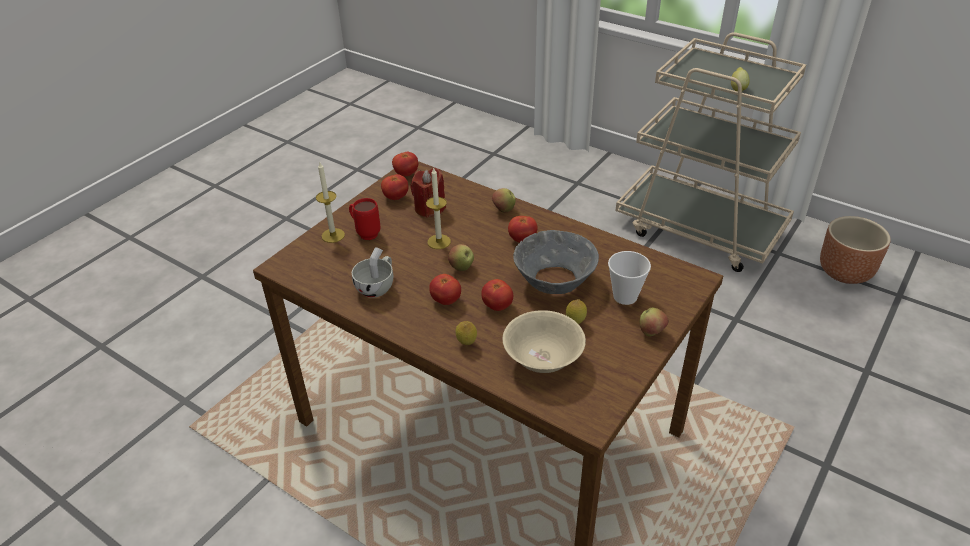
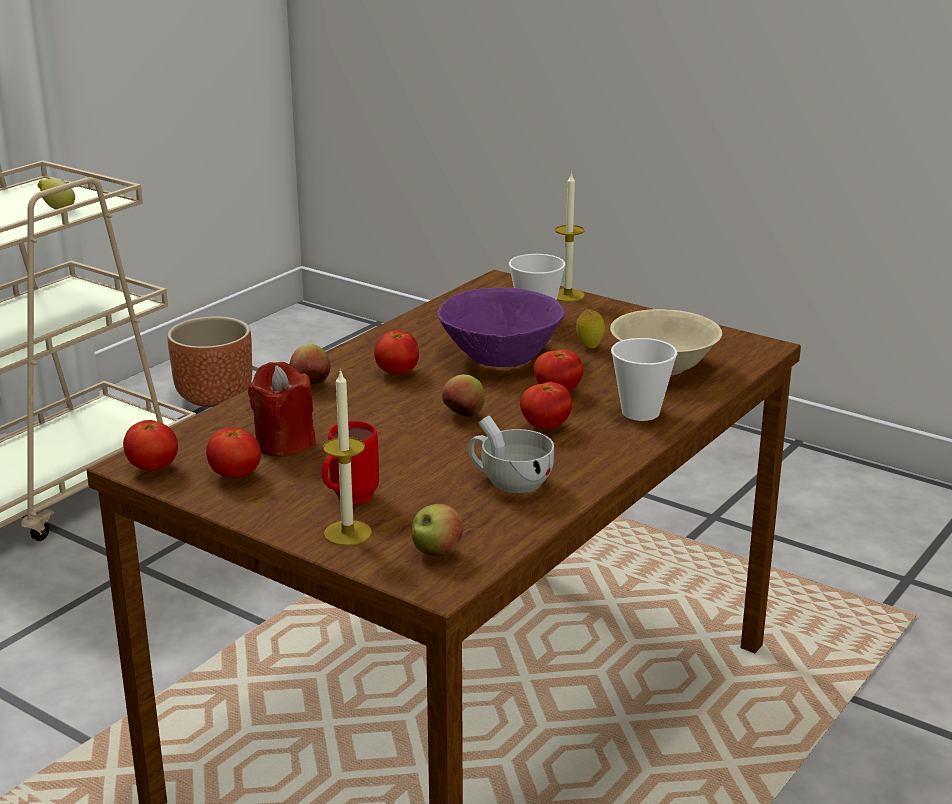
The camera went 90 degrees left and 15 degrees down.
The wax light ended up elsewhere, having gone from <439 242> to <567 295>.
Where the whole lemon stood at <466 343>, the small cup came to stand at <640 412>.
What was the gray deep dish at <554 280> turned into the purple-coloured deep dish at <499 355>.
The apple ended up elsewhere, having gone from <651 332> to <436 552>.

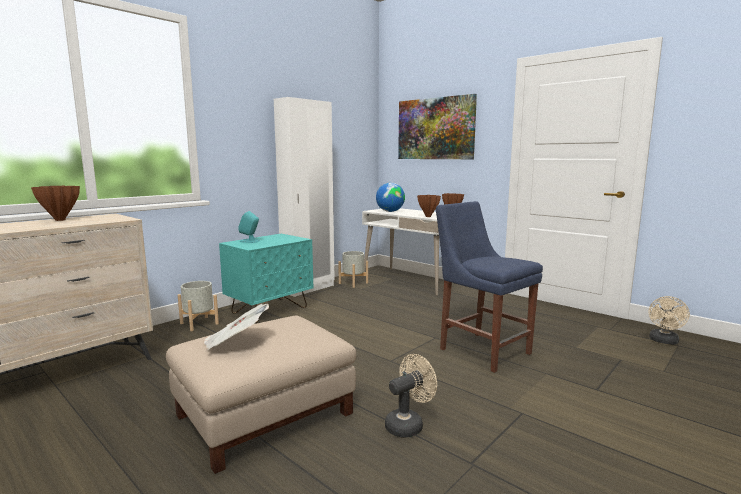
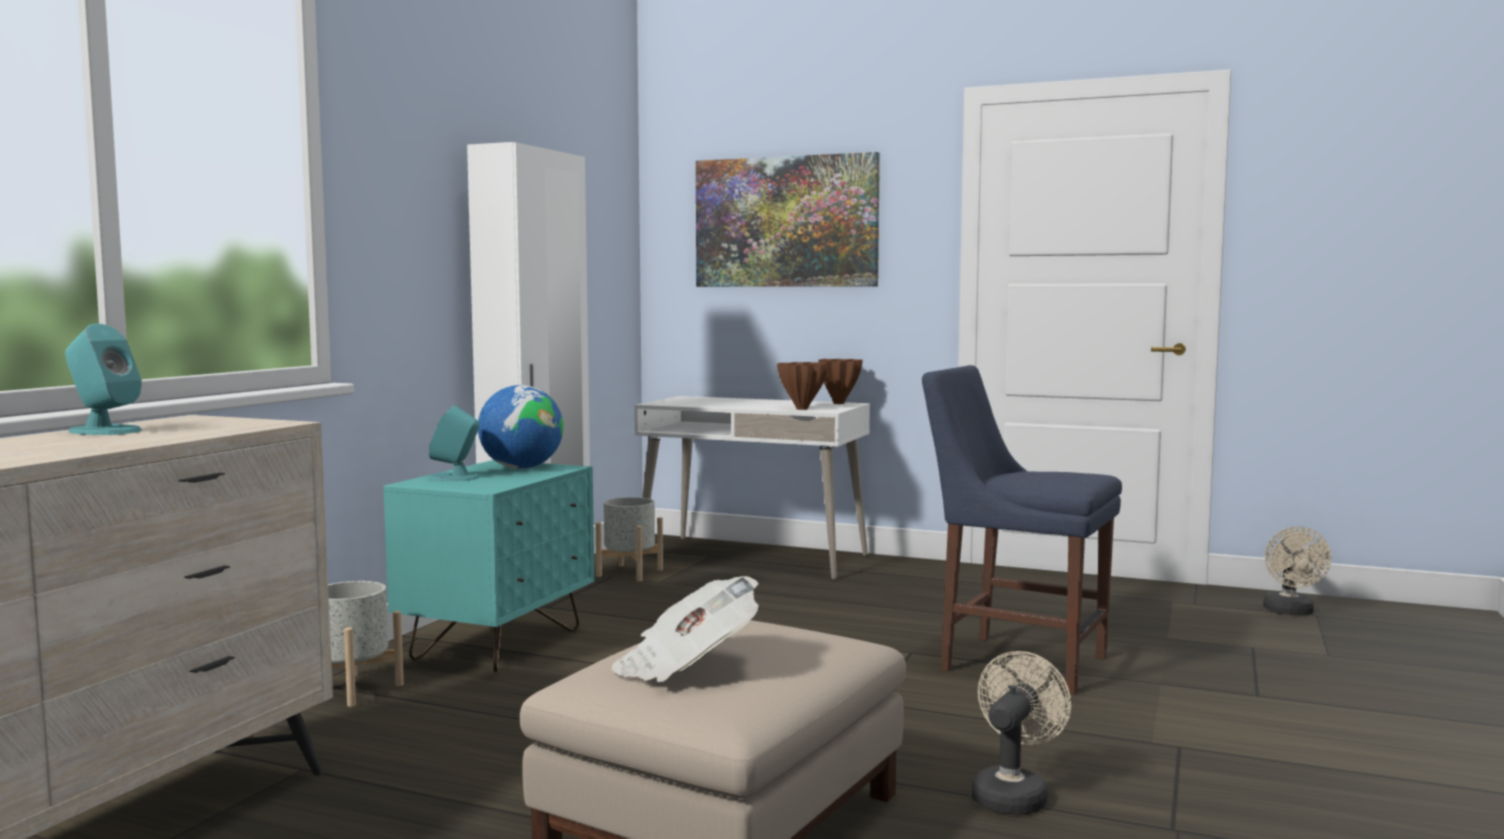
The camera went 20 degrees left and 5 degrees down.
Where the brown decorative vase stood at <59 220>, the blue-green audio speaker came to stand at <104 431>.
The globe ended up elsewhere, having gone from <390 211> to <521 468>.

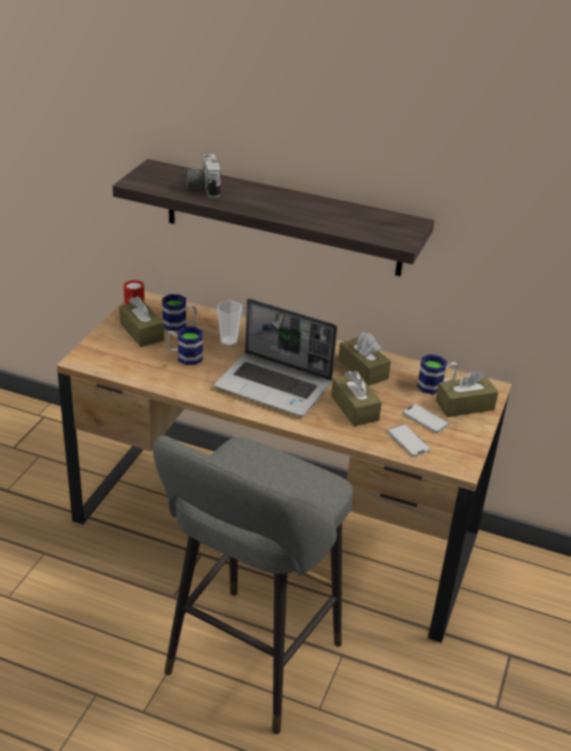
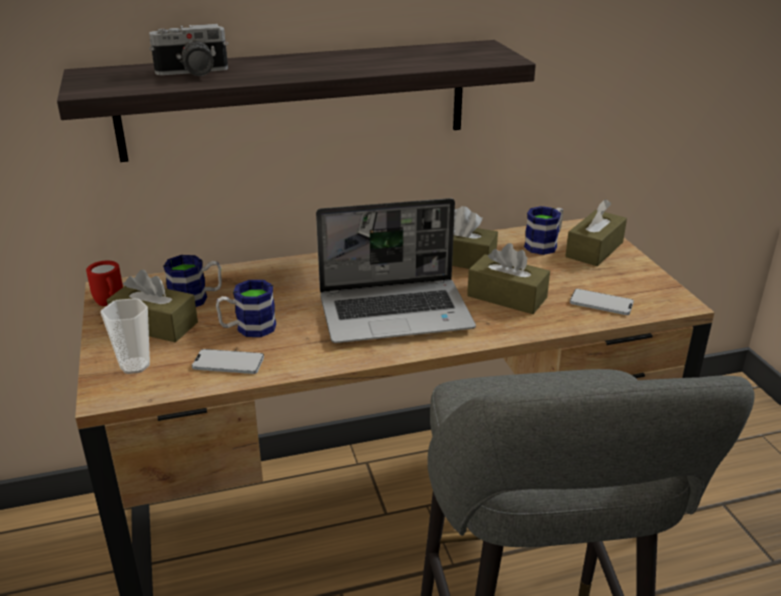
The camera went 35 degrees left and 5 degrees down.
The still camera at <202 187> ended up facing another way, 60 degrees counterclockwise from before.
The small cup ended up elsewhere, having gone from <229 341> to <135 366>.
The telephone ended up elsewhere, having gone from <425 419> to <228 363>.

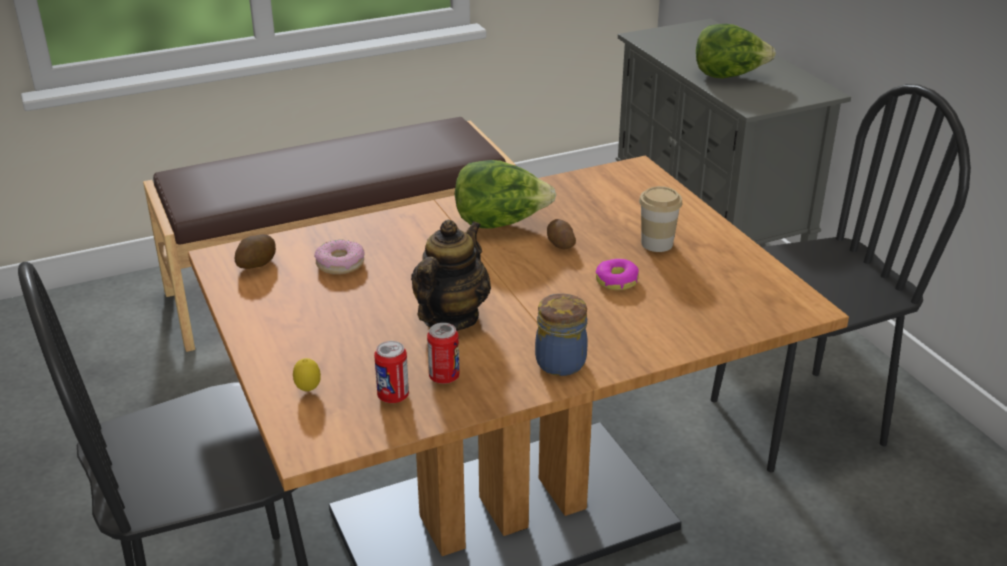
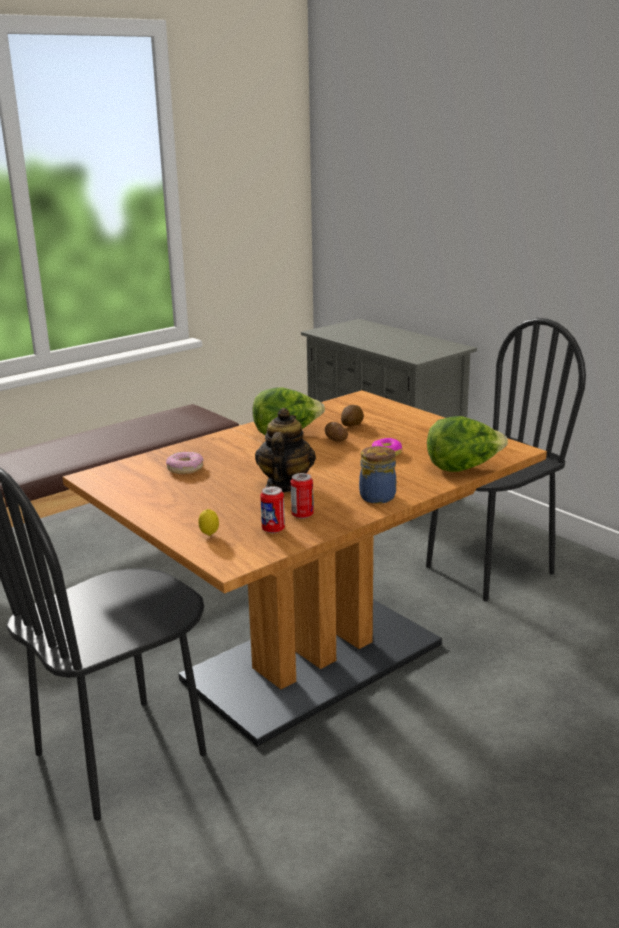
The camera went 15 degrees left and 10 degrees down.
The whole potato ended up elsewhere, having gone from <256 265> to <352 425>.
The second view lost the small cup at <657 243>.
The lettuce ended up elsewhere, having gone from <729 76> to <463 468>.

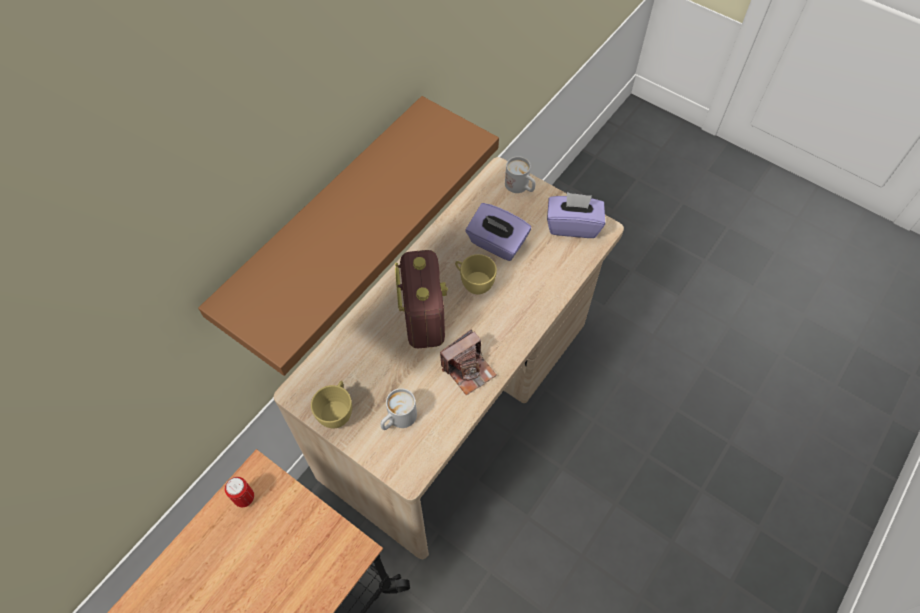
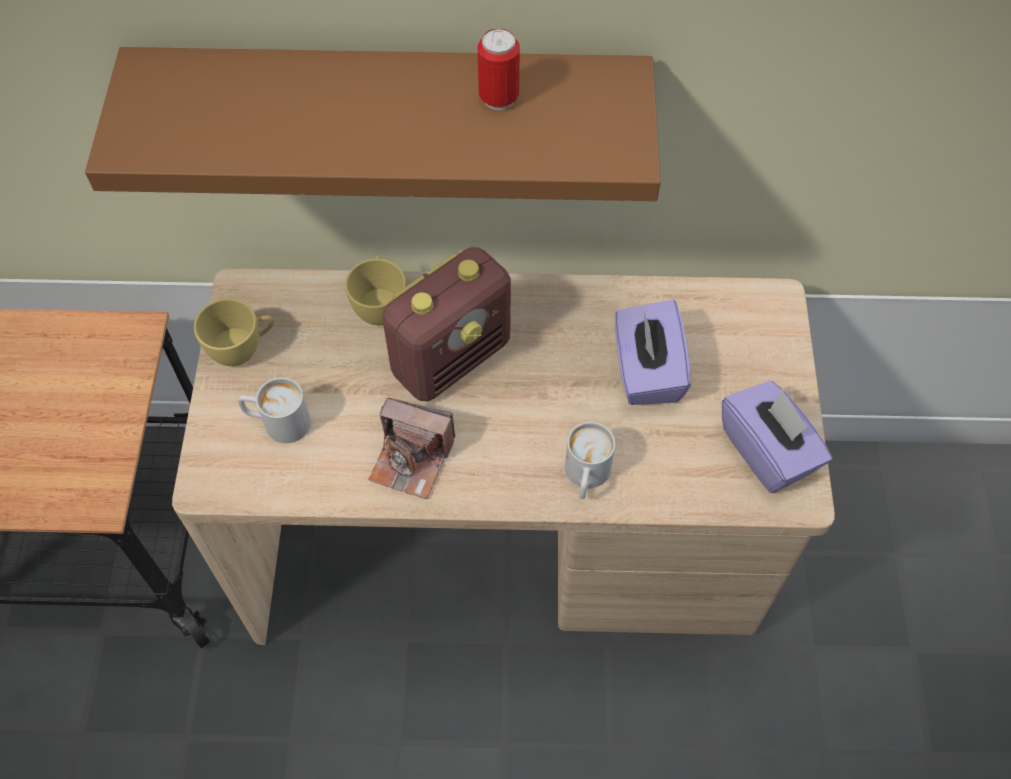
The camera went 55 degrees right and 0 degrees up.
The metal can ended up elsewhere, having gone from <244 498> to <499 98>.
The yellow-coloured small cup ended up elsewhere, having gone from <473 283> to <380 305>.
The white coffee mug ended up elsewhere, having gone from <520 187> to <586 477>.

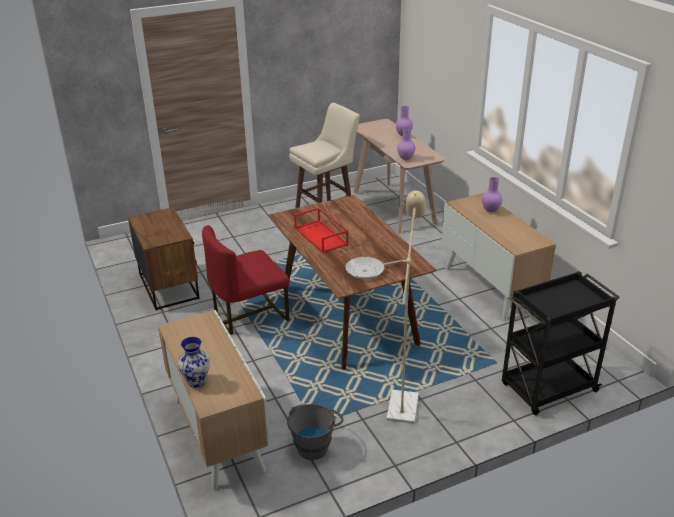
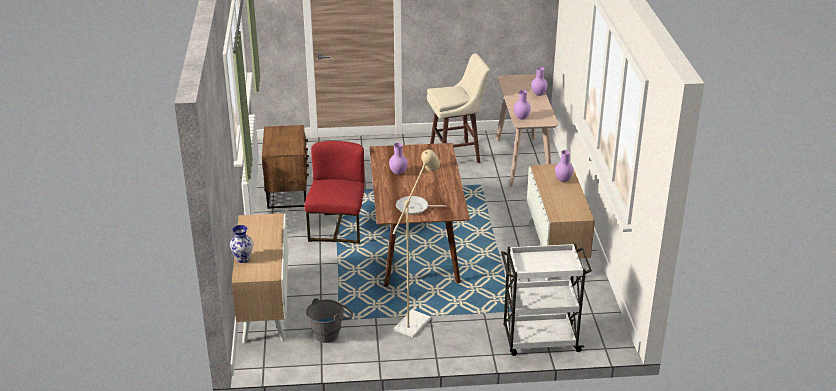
The camera went 20 degrees right and 0 degrees up.
The red-coloured plain chair at <249 314> ended up facing another way, 105 degrees clockwise from before.
Where the red-coloured tray stood at <321 236>, the purple-coloured decorative vase came to stand at <398 173>.
What was the black trolley at <547 389> turned into the white trolley at <539 340>.

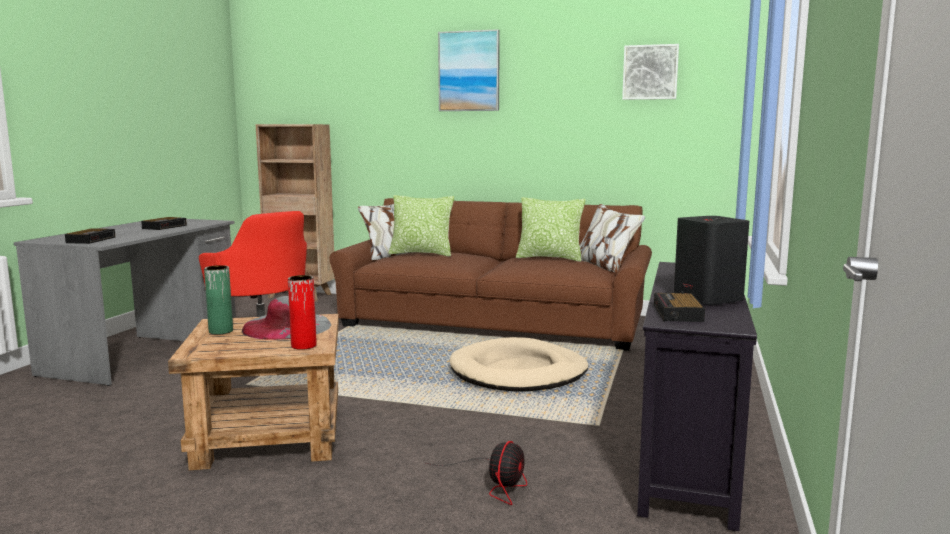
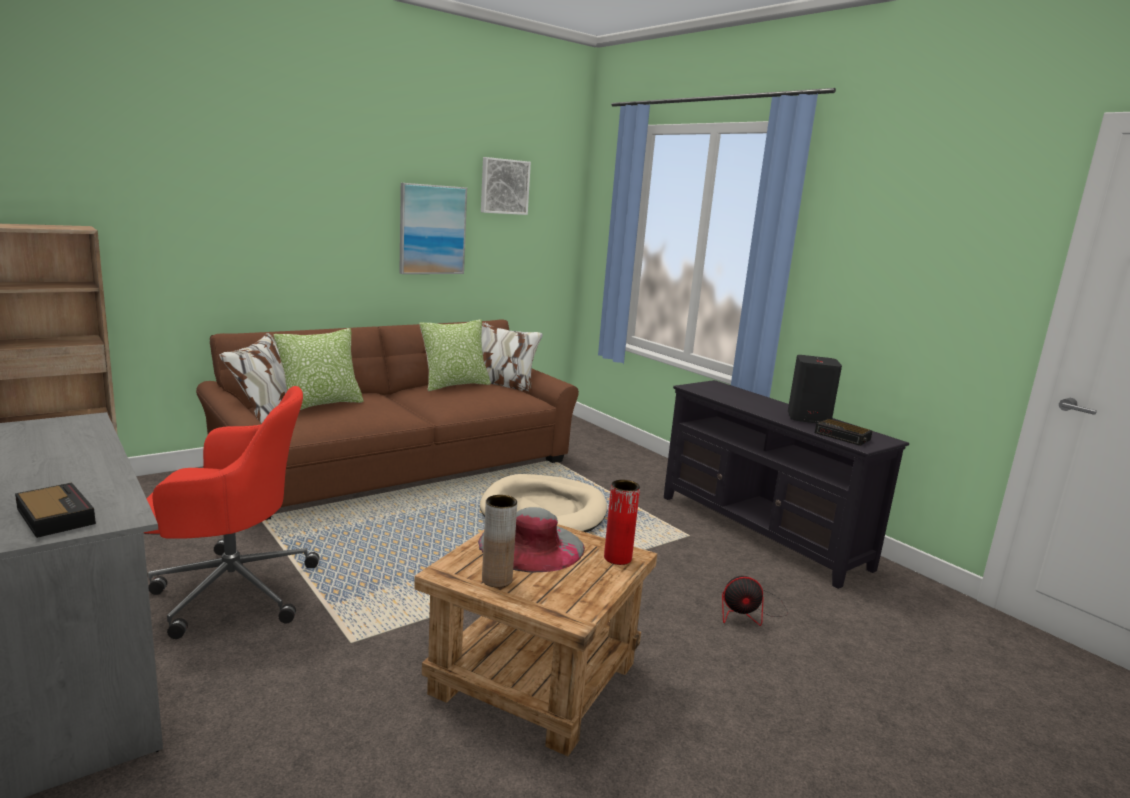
The camera went 55 degrees left and 5 degrees up.
The second view lost the alarm clock at <165 227>.
What was the green-coloured decorative vase at <221 331> turned into the brown decorative vase at <497 579>.
The electric fan at <496 483> ended up facing another way, 120 degrees clockwise from before.
The wall picture ended up elsewhere, having gone from <469 71> to <432 229>.

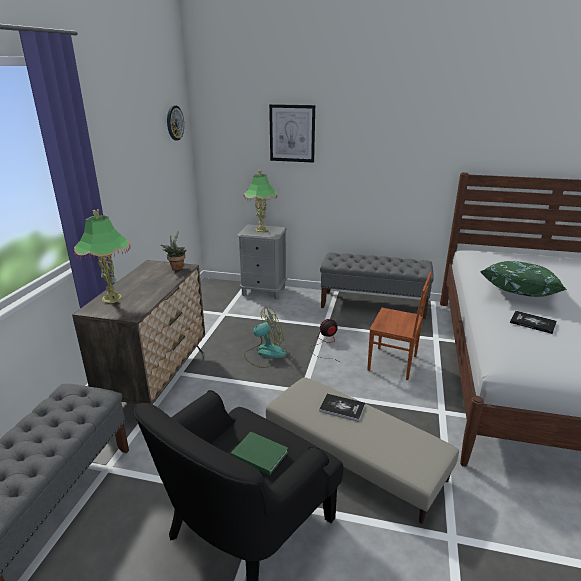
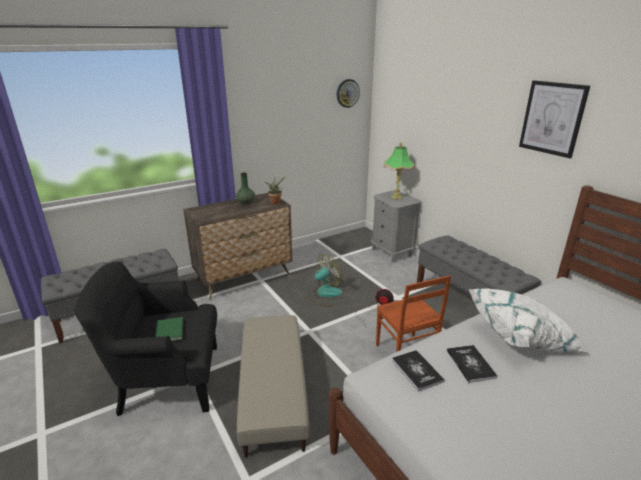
The camera went 45 degrees right and 0 degrees up.
The second view lost the lamp for a table at <111 298>.
The electric fan at <264 353> ended up facing another way, 60 degrees counterclockwise from before.
The wall picture ended up elsewhere, having gone from <292 133> to <552 118>.
The bound book ended up elsewhere, having gone from <342 408> to <417 371>.
What was the green-coloured throw pillow at <519 293> turned into the white throw pillow at <522 336>.
The second view gained the green-coloured decorative vase at <246 202>.

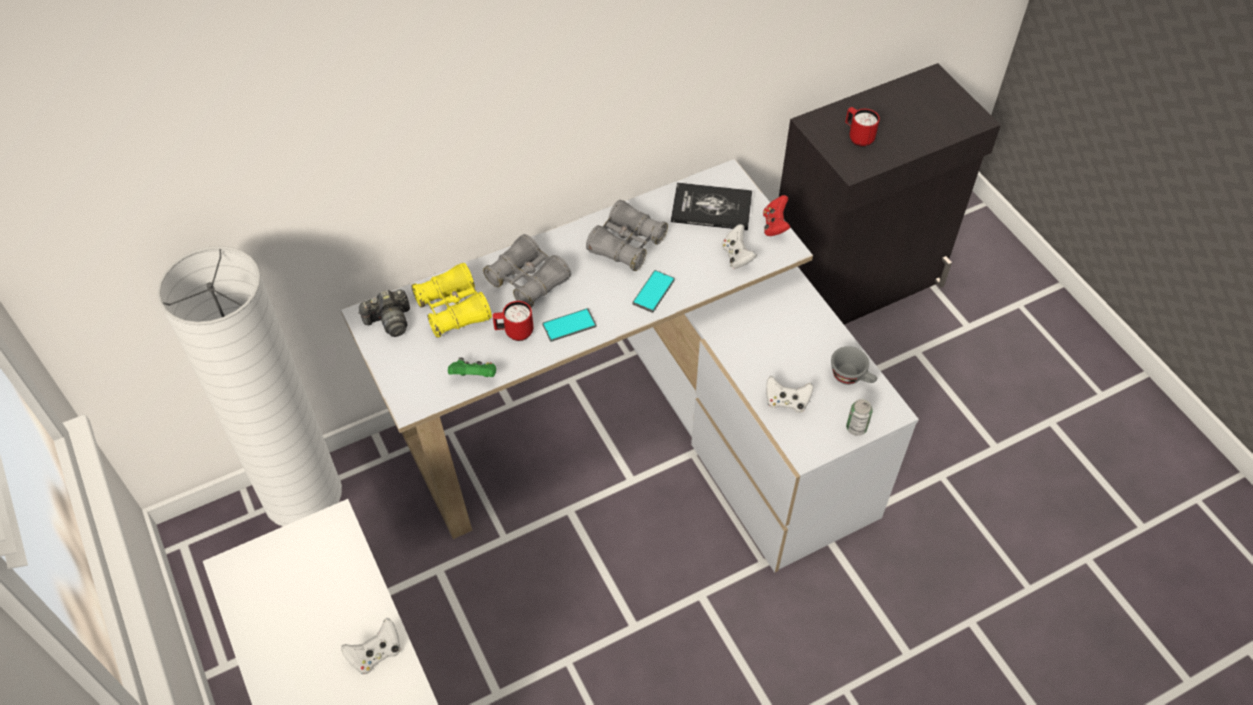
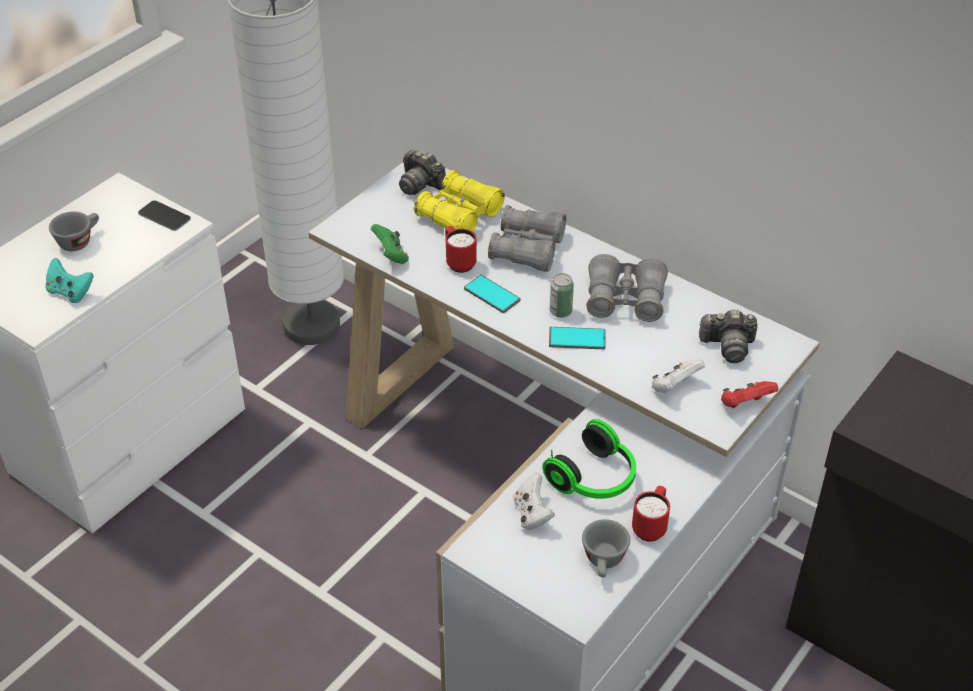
The camera went 65 degrees right and 10 degrees down.
What was the white gamepad at <376 654> turned into the blue-green gamepad at <70 292>.
Where the bound book stood at <711 208>, the still camera came to stand at <728 346>.
The red-coloured coffee mug ended up elsewhere, having gone from <858 137> to <651 526>.
The metal can ended up elsewhere, having gone from <856 428> to <560 311>.
The second view gained the gray small cup at <79 240>.
The second view gained the telephone at <164 216>.
The second view gained the pair of headphones at <595 479>.

